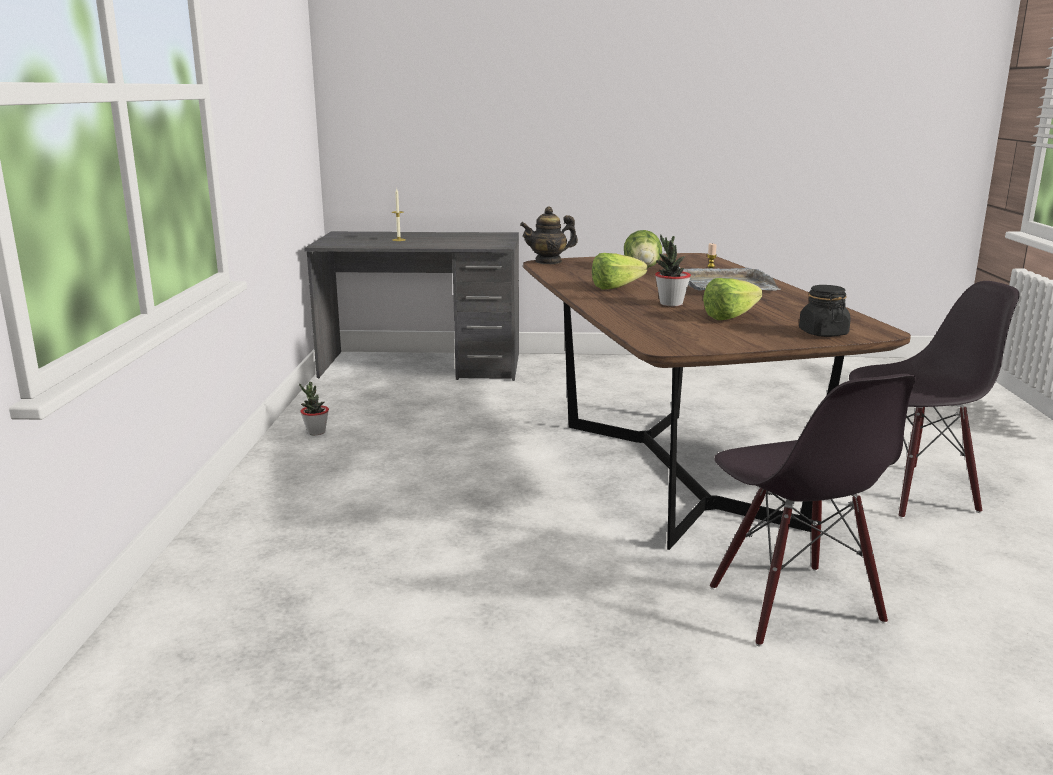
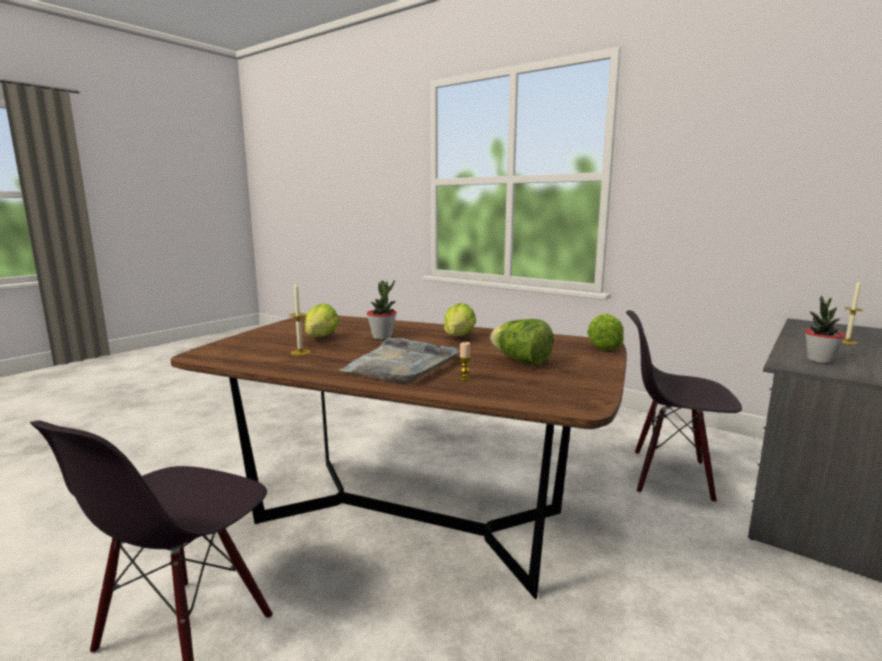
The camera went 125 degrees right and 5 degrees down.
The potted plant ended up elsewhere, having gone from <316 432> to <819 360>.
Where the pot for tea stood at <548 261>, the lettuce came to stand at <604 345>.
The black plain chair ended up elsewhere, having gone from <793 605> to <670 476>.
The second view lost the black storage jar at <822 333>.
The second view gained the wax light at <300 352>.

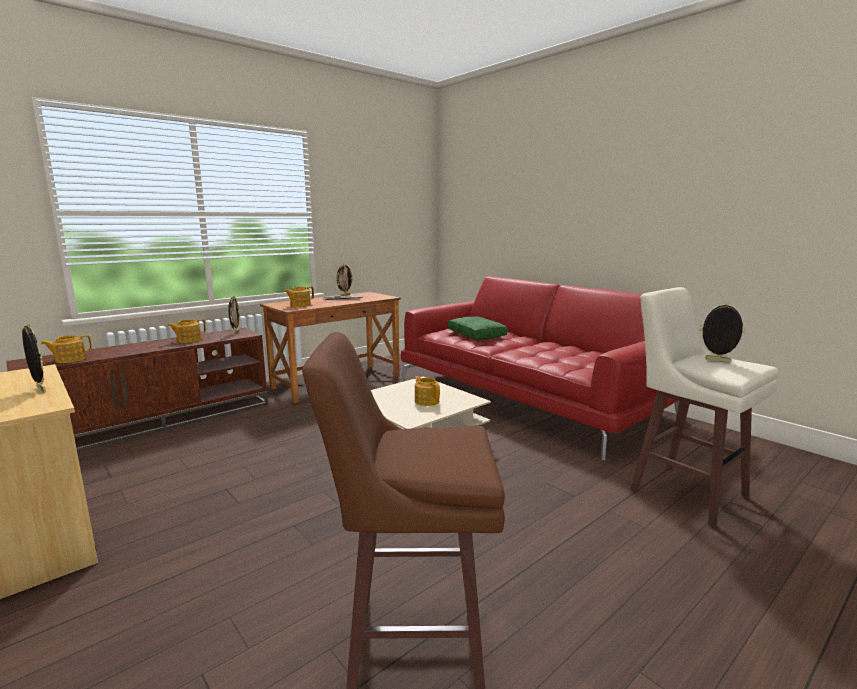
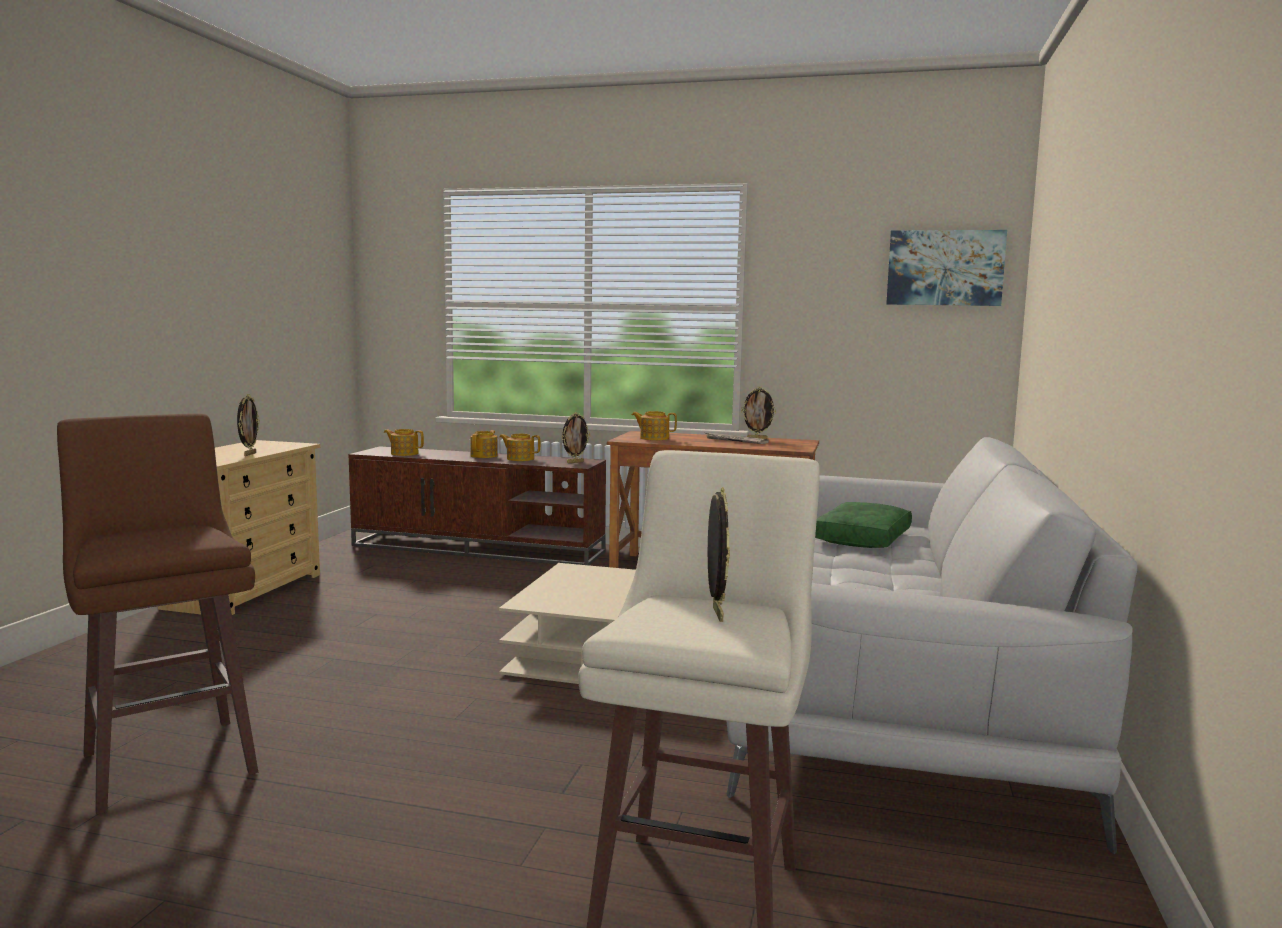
The camera went 55 degrees right and 5 degrees down.
What was the red-coloured sofa at <529 398> turned into the gray sofa at <900 689>.
The pot for tea ended up elsewhere, having gone from <426 401> to <484 456>.
The second view gained the wall picture at <945 268>.

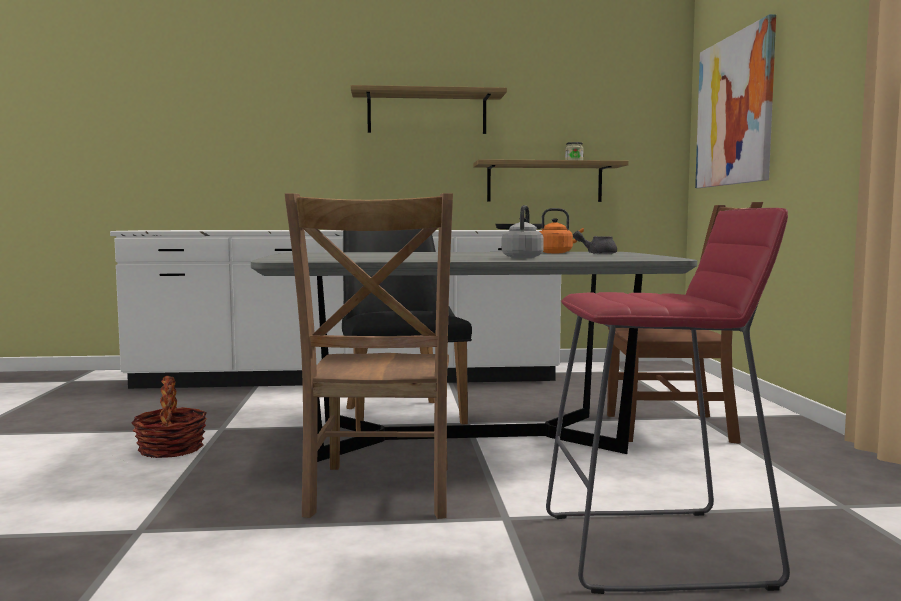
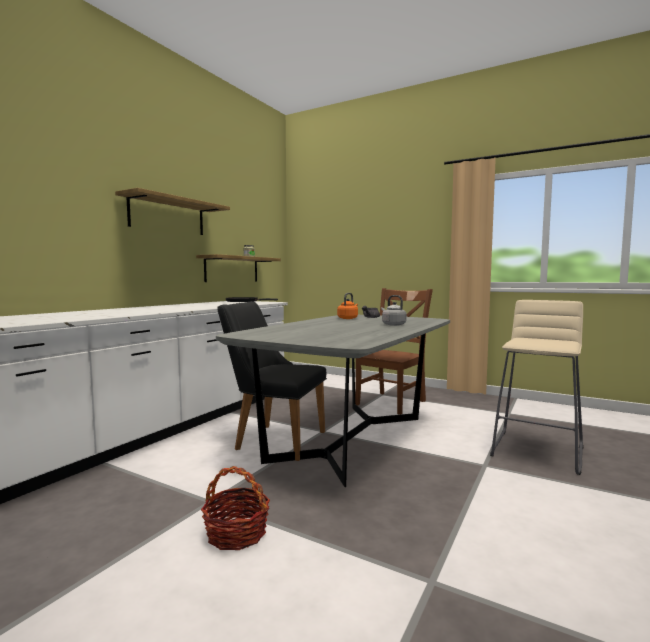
The camera went 55 degrees left and 0 degrees up.
The second view lost the brown plain chair at <380 493>.
What was the red-coloured sitting stool at <657 549> turned into the beige-coloured sitting stool at <538 451>.
The second view lost the wall picture at <734 110>.

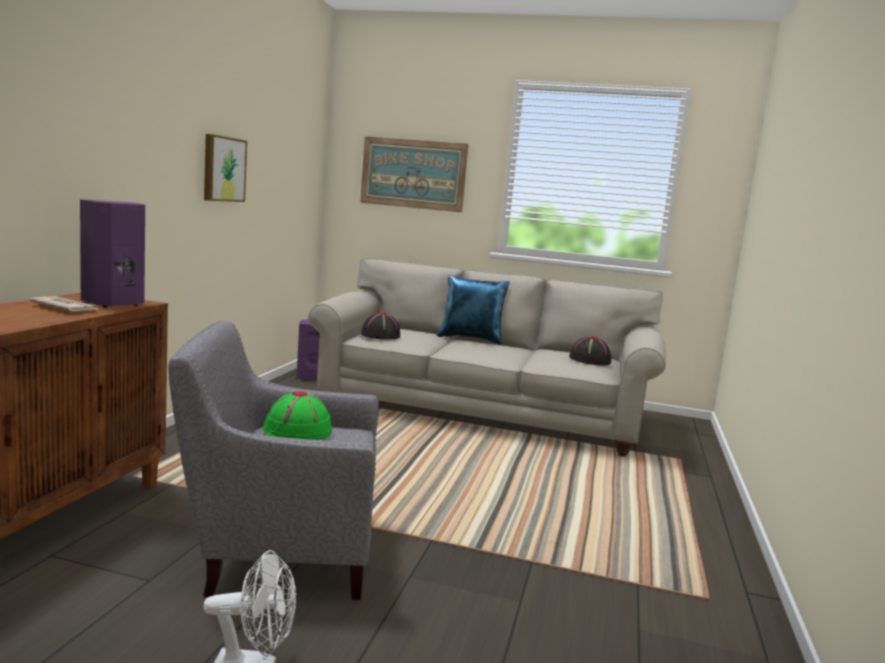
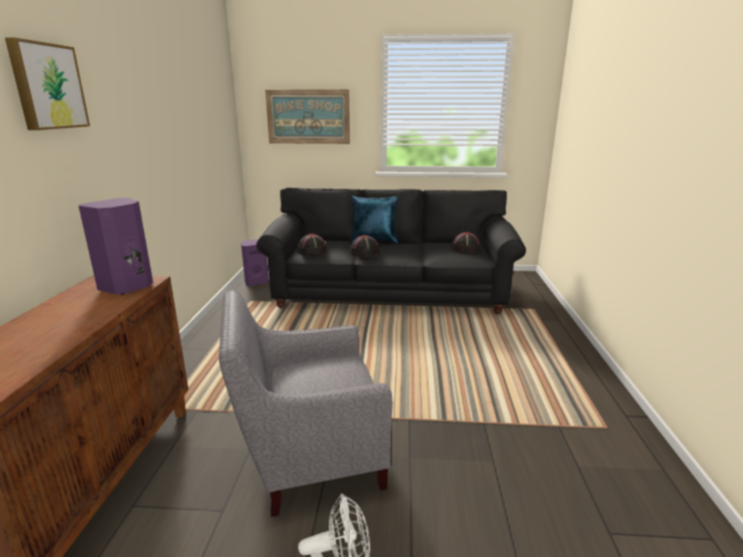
The camera went 10 degrees left and 10 degrees up.
The second view lost the daily paper at <65 308>.
The wall picture ended up elsewhere, having gone from <222 169> to <47 86>.
The second view lost the green-coloured hat at <298 431>.
What was the beige-coloured sofa at <482 411> turned into the black sofa at <389 292>.
The second view gained the black hat at <365 252>.

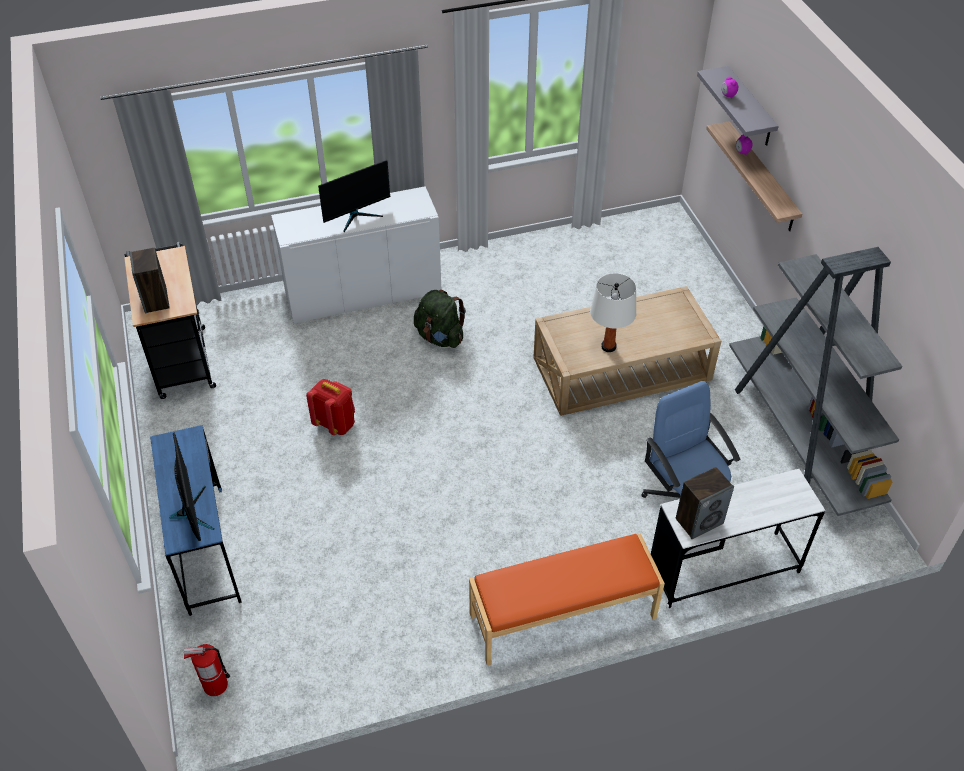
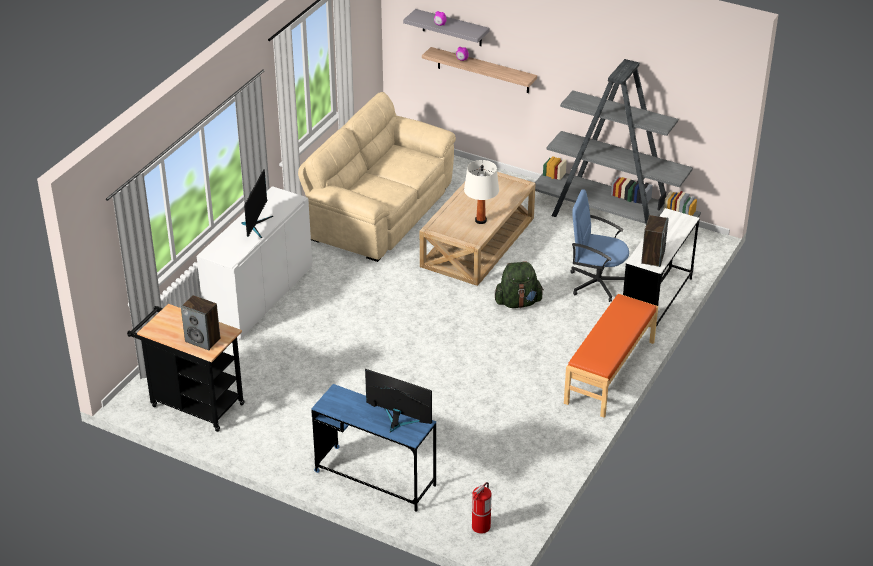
The camera went 45 degrees left and 10 degrees down.
The second view lost the red-coloured rucksack at <335 424>.
The green-coloured rucksack ended up elsewhere, having gone from <440 337> to <518 302>.
The second view gained the beige-coloured sofa at <378 211>.

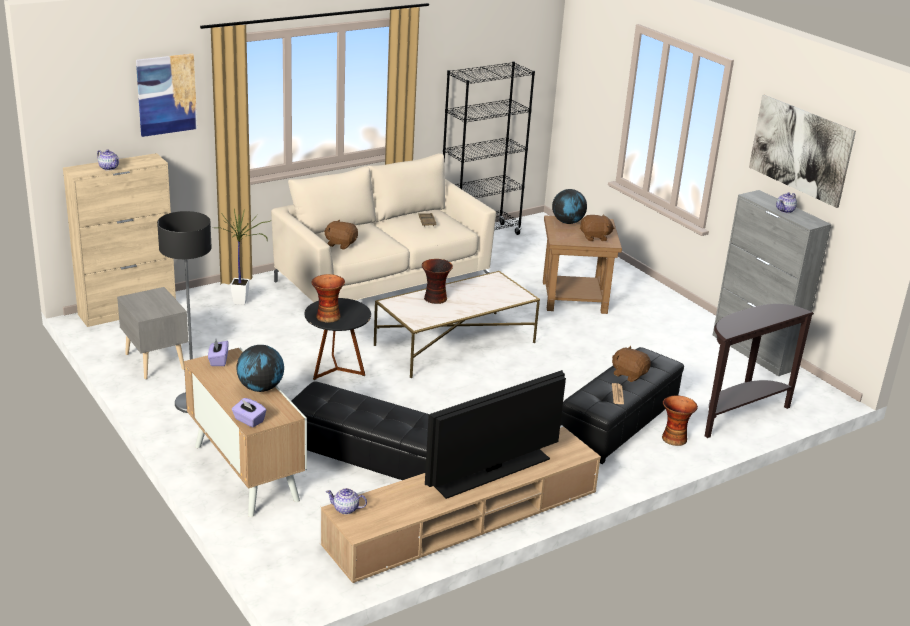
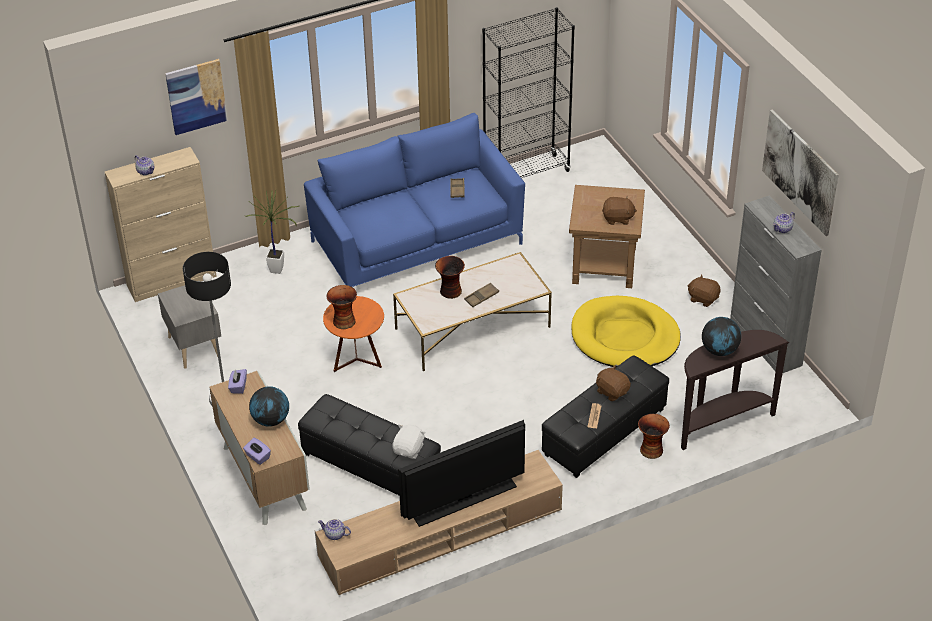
The camera went 10 degrees right and 15 degrees up.
What was the beige-coloured sofa at <382 282> turned into the bluish sofa at <416 242>.
What was the black side table at <337 370> turned into the orangey side table at <357 360>.
The brown soft toy ended up elsewhere, having gone from <341 244> to <703 298>.
The globe ended up elsewhere, having gone from <567 222> to <720 350>.
The second view gained the white soft toy at <409 449>.
The second view gained the brown tray at <481 297>.
The second view gained the yellow-coloured dog bed at <625 337>.

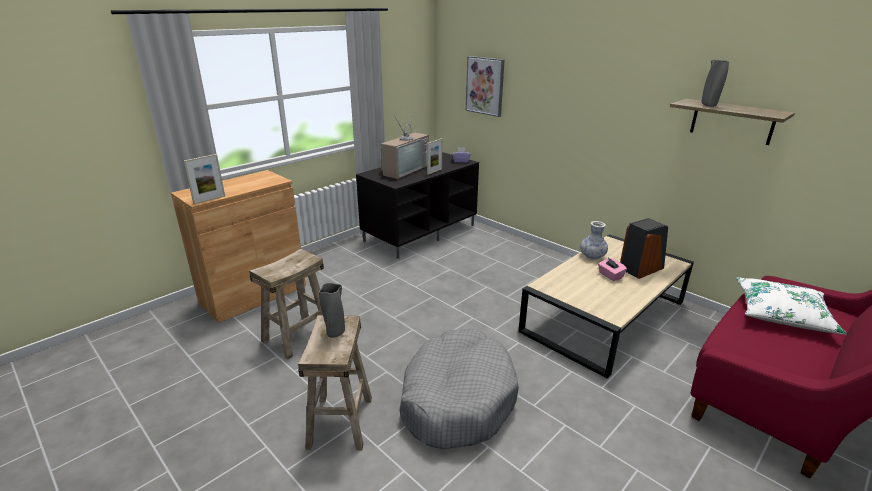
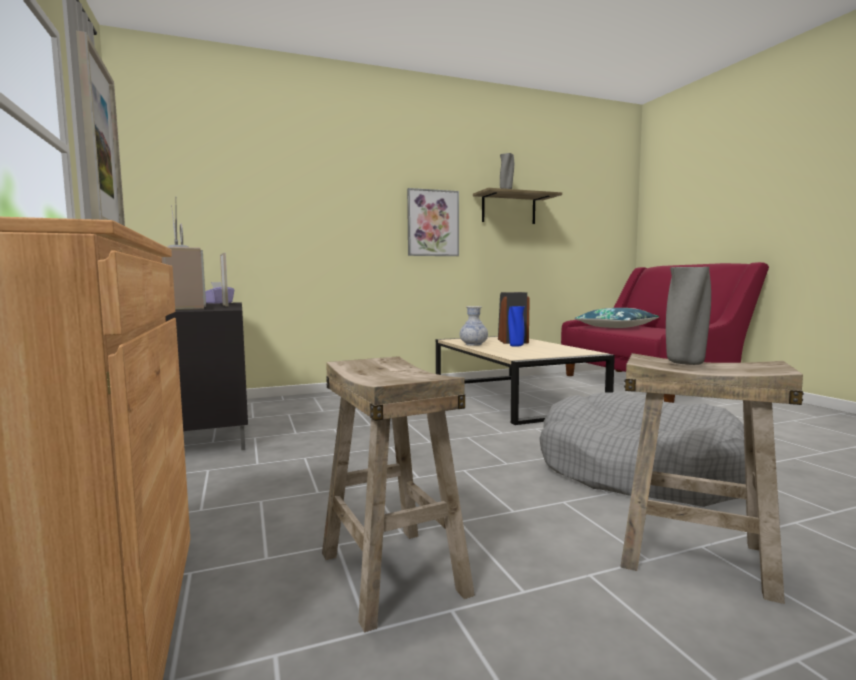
The camera went 65 degrees left and 20 degrees down.
The wall picture ended up elsewhere, having gone from <485 86> to <432 223>.
Where the pink-coloured box of tissues stood at <610 275>, the bluish decorative vase came to stand at <516 346>.
What was the white throw pillow at <781 314> turned into the bluish throw pillow at <616 327>.

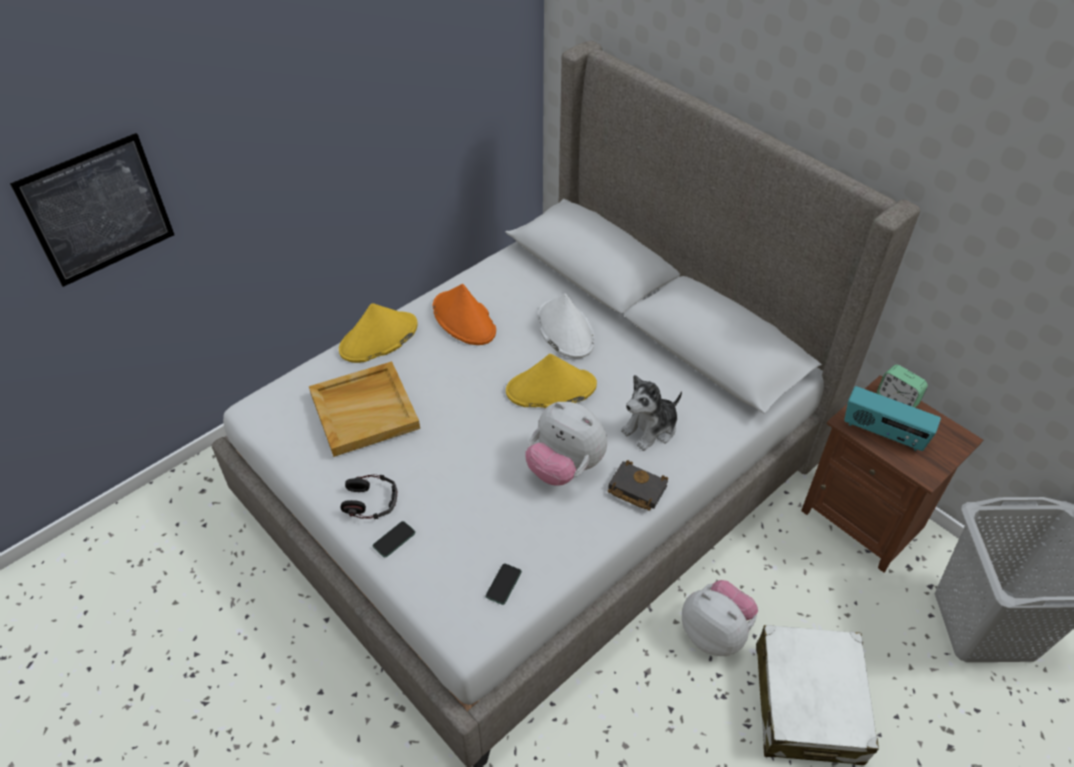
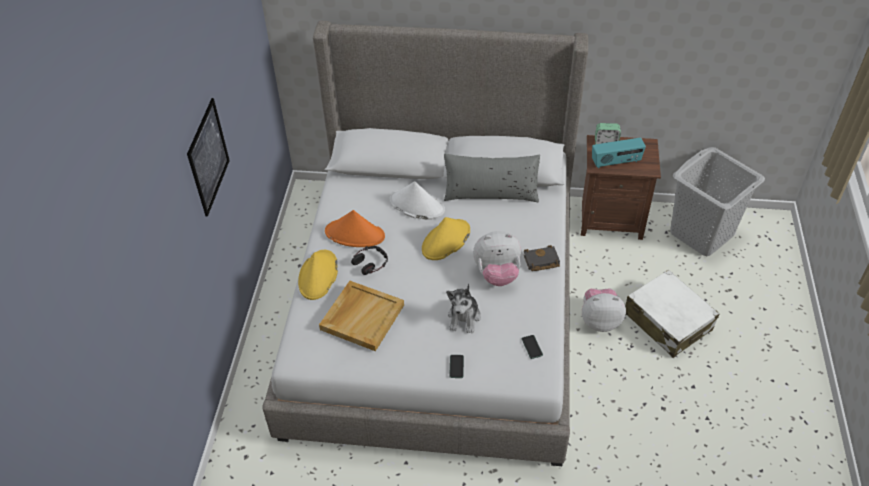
The camera went 40 degrees left and 0 degrees up.
The wall picture ended up elsewhere, having gone from <98 210> to <208 157>.
The pair of headphones ended up elsewhere, having gone from <371 501> to <370 263>.
The soft toy ended up elsewhere, having gone from <651 429> to <464 317>.
The second view gained the gray throw pillow at <491 193>.

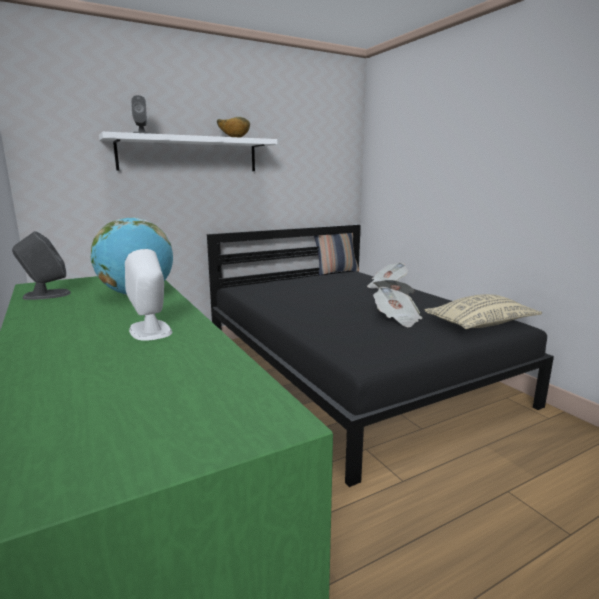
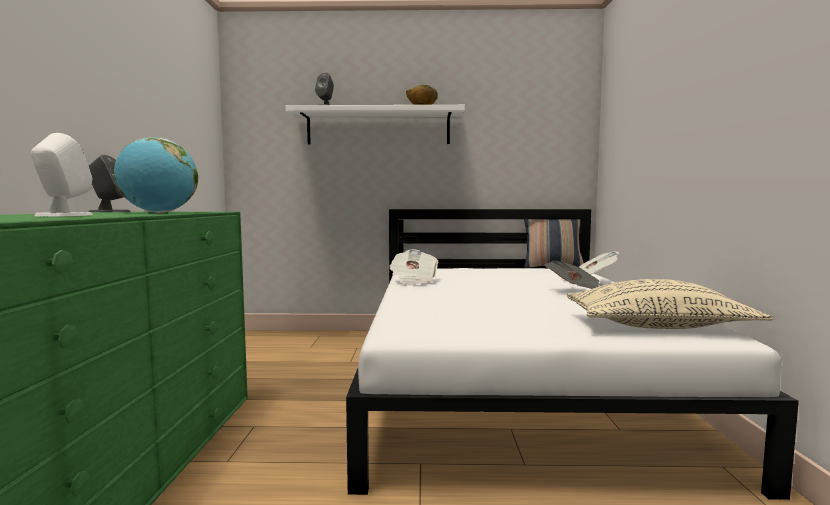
The camera went 30 degrees right and 10 degrees down.
What was the black sleeping bed at <353 370> turned into the white sleeping bed at <512 383>.
The daily paper ended up elsewhere, having gone from <396 319> to <413 281>.

